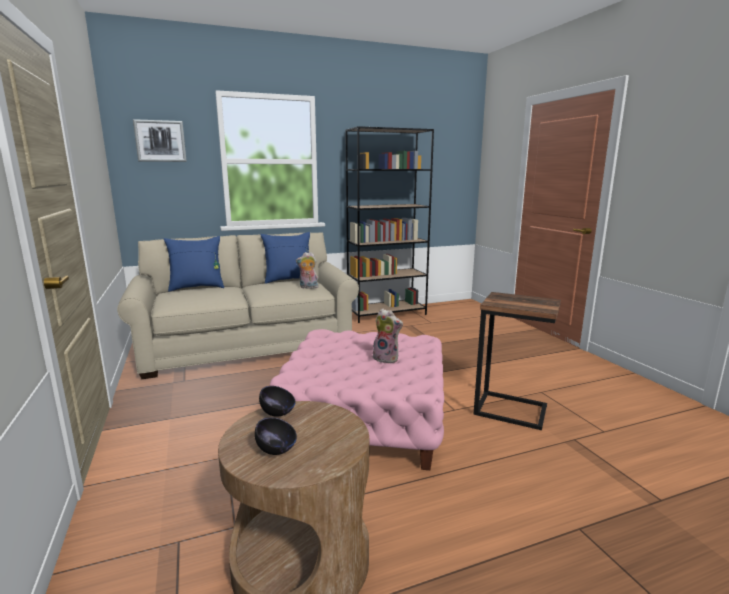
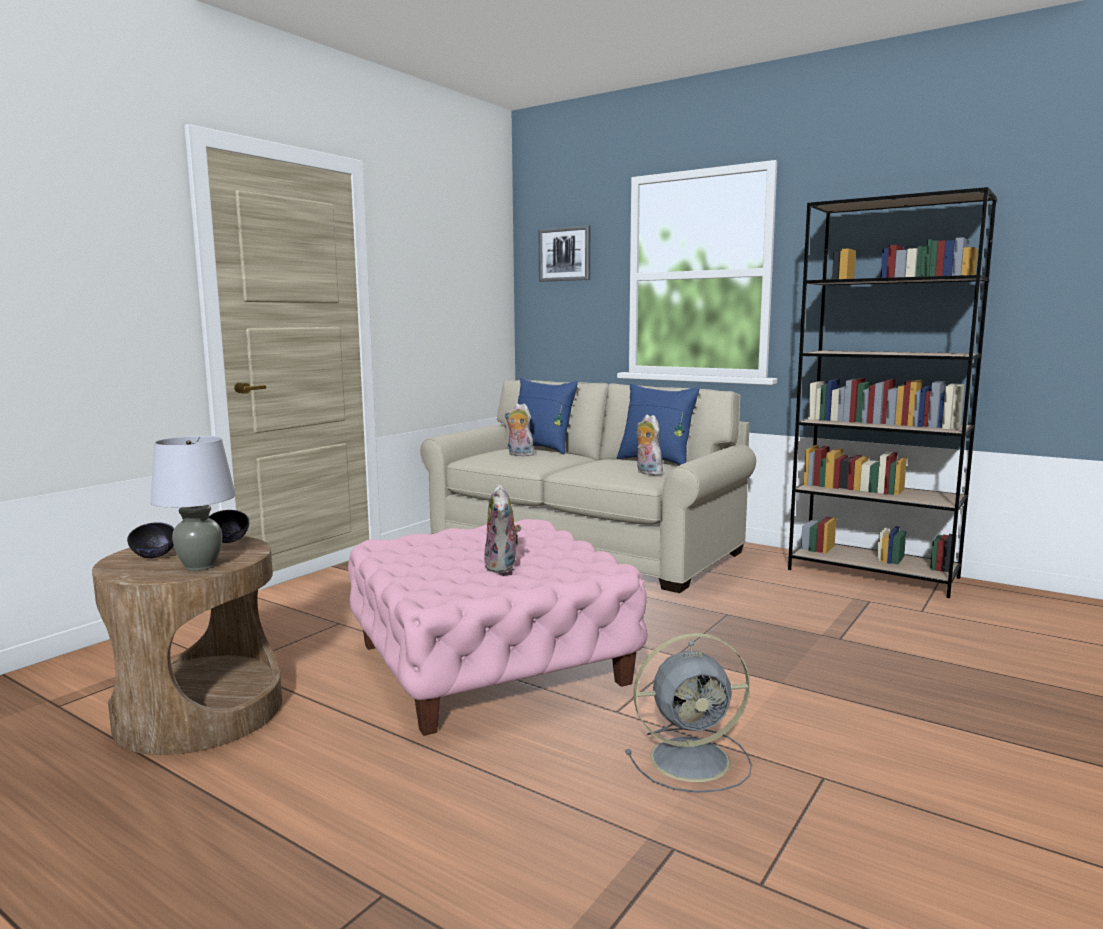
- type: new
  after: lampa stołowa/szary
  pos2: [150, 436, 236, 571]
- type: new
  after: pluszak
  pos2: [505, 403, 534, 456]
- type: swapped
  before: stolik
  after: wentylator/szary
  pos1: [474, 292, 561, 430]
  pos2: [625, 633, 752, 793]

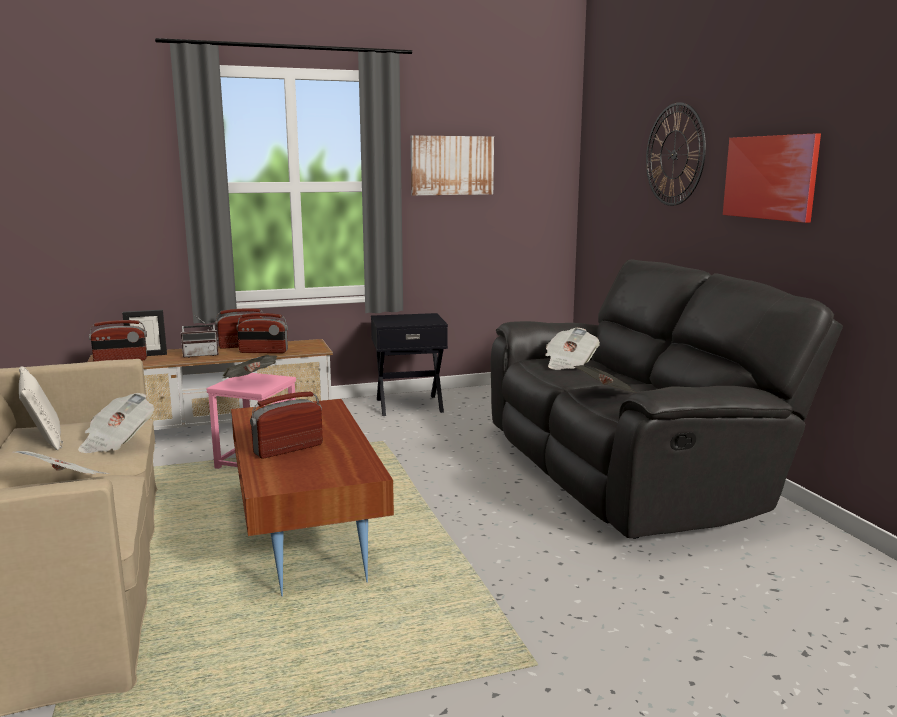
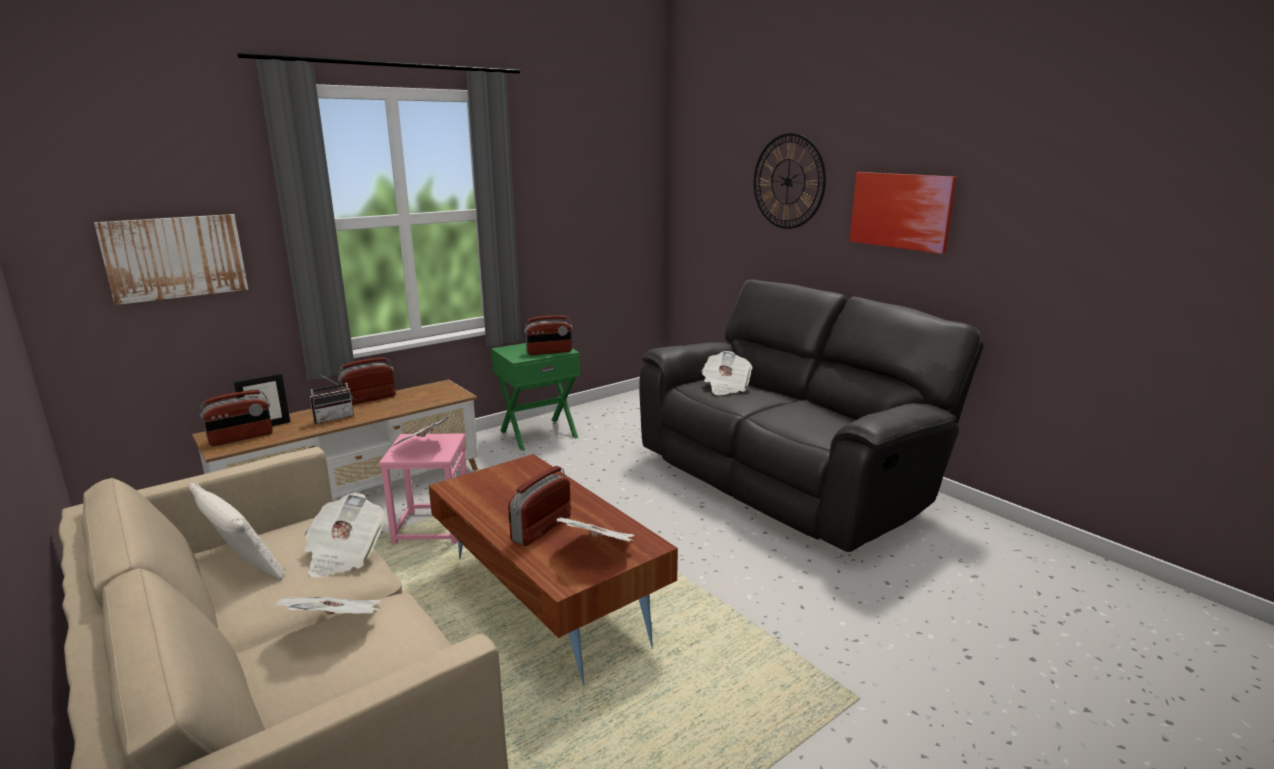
- type: shifted
  before: radio
  pos1: [236, 313, 288, 353]
  pos2: [524, 315, 572, 355]
- type: shifted
  before: obraz
  pos1: [411, 135, 494, 195]
  pos2: [94, 214, 248, 305]
- type: shifted
  before: gazeta
  pos1: [573, 365, 635, 392]
  pos2: [557, 518, 634, 542]
- type: repainted
  before: stolik/czarny
  after: stolik/zielony
  pos1: [371, 313, 448, 416]
  pos2: [491, 343, 580, 451]

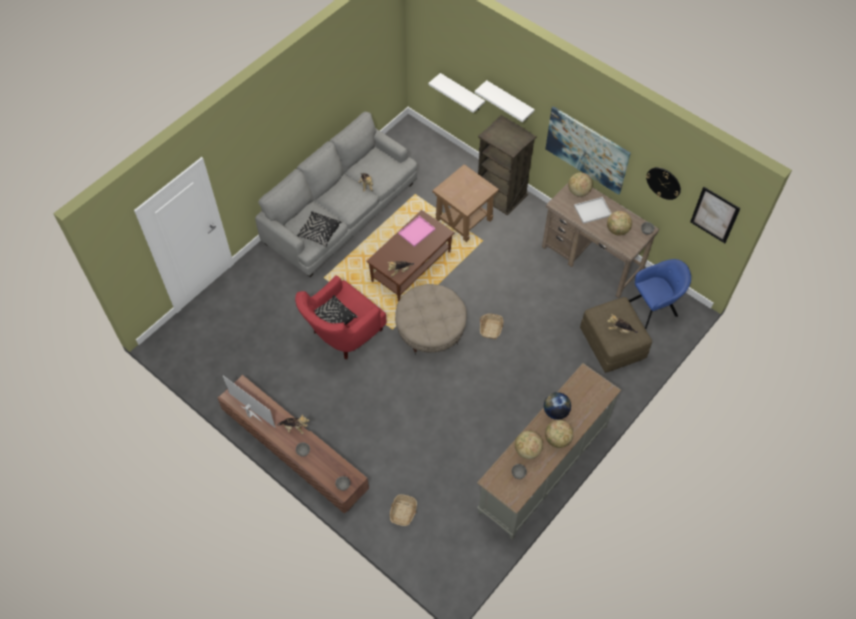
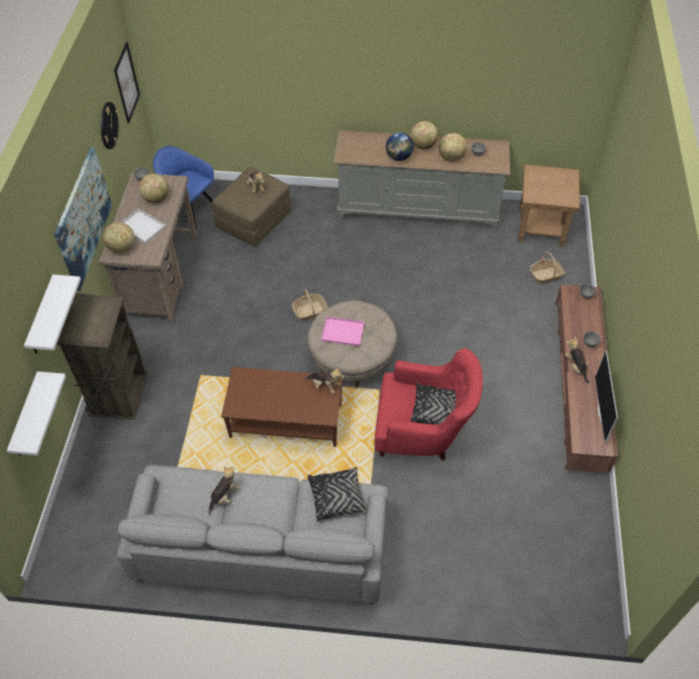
- type: shifted
  before: taca/różowy
  pos1: [398, 216, 435, 247]
  pos2: [321, 316, 365, 346]
- type: shifted
  before: stolik/brązowy
  pos1: [432, 164, 499, 242]
  pos2: [518, 164, 580, 247]

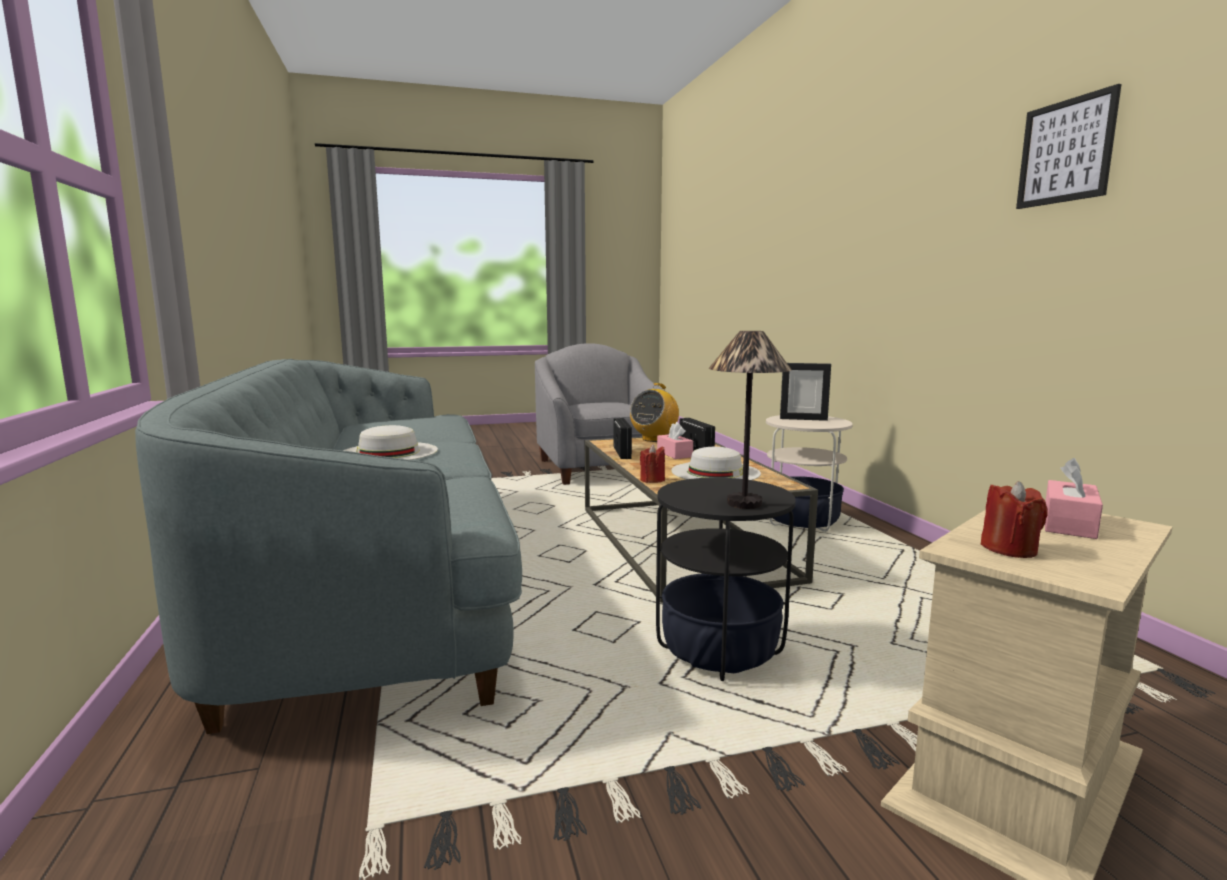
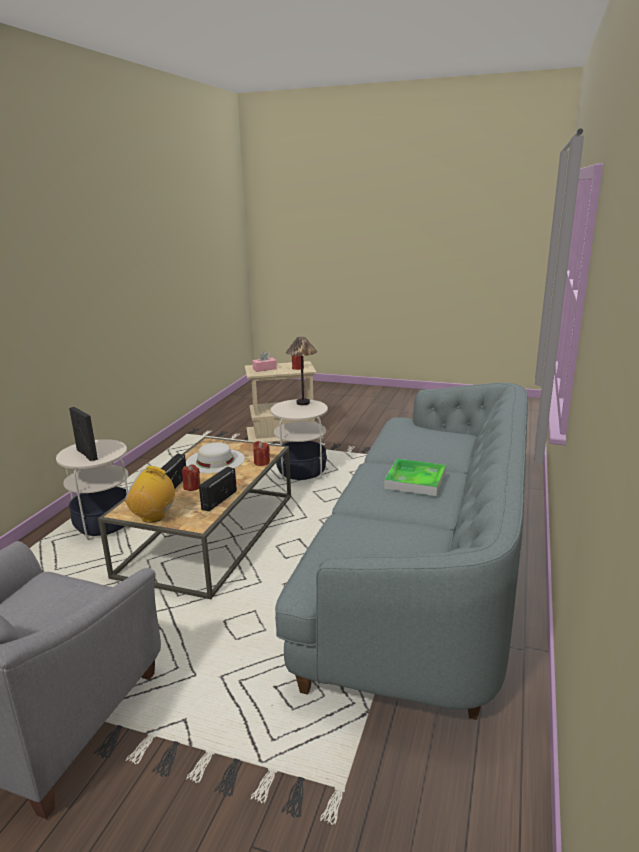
- type: gone
  before: obraz
  pos1: [1016, 84, 1122, 209]
- type: swapped
  before: kapelusz/biały
  after: taca
  pos1: [343, 425, 438, 460]
  pos2: [384, 459, 446, 496]
- type: swapped
  before: pudełko chusteczek/różowy
  after: świeca/czerwony
  pos1: [657, 422, 693, 459]
  pos2: [182, 464, 200, 491]
- type: repainted
  before: stolik/czarny
  after: stolik/beżowy
  pos1: [656, 478, 796, 681]
  pos2: [271, 399, 328, 481]
- type: rotated
  before: radio
  pos1: [630, 383, 679, 442]
  pos2: [125, 466, 177, 523]
  turn: -150

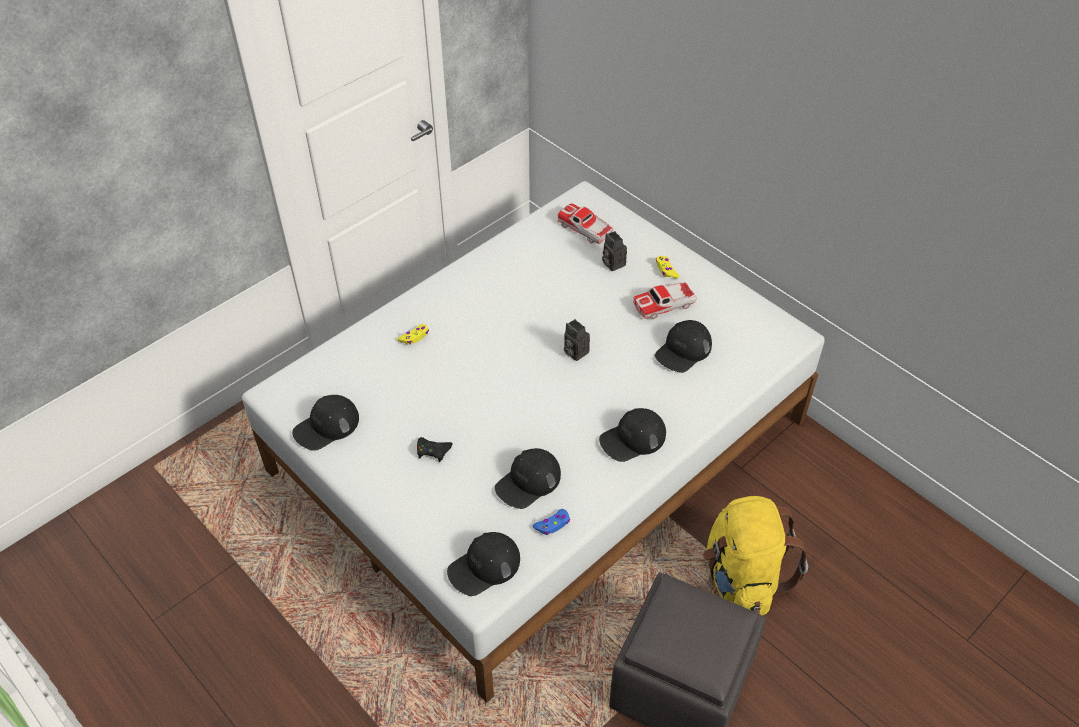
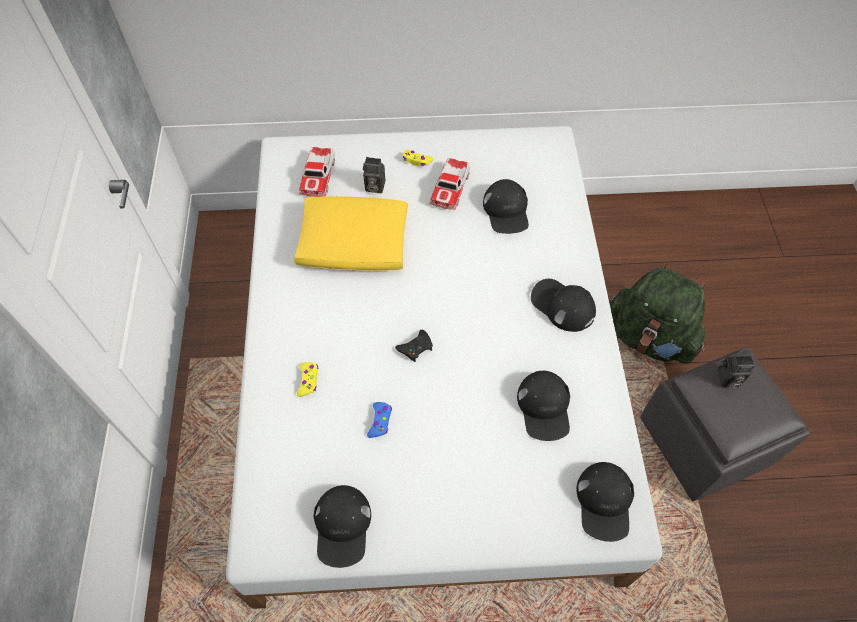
- type: new
  after: poduszka/żółty
  pos2: [294, 196, 408, 271]
- type: shifted
  before: pad do gier/czarny
  pos1: [417, 437, 452, 462]
  pos2: [395, 330, 433, 362]
- type: shifted
  before: pad do gier/niebieski
  pos1: [533, 509, 570, 535]
  pos2: [367, 402, 392, 438]
- type: shifted
  before: aparat fotograficzny
  pos1: [564, 319, 590, 361]
  pos2: [717, 356, 756, 388]
- type: repainted
  before: plecak/żółty
  after: plecak/zielony
  pos1: [703, 496, 808, 615]
  pos2: [610, 264, 706, 364]
- type: rotated
  before: samochodzik
  pos1: [557, 203, 614, 244]
  pos2: [299, 147, 335, 197]
  turn: -75
- type: rotated
  before: czapka z daszkiem/czarny
  pos1: [599, 408, 666, 462]
  pos2: [531, 279, 596, 332]
  turn: 120

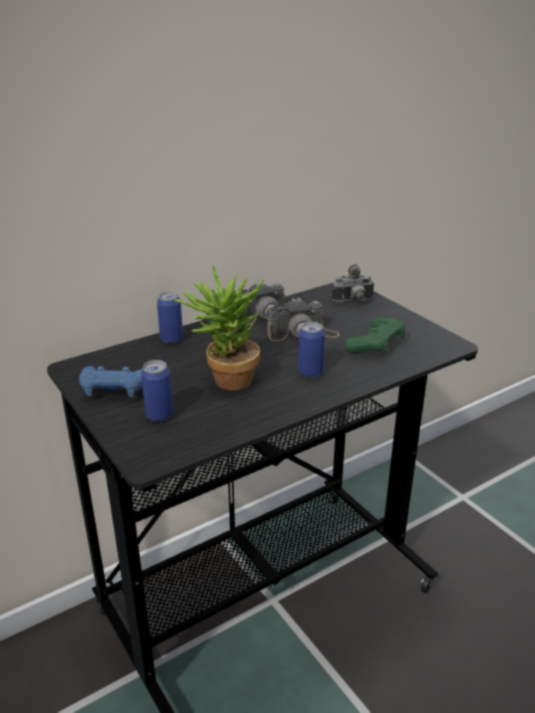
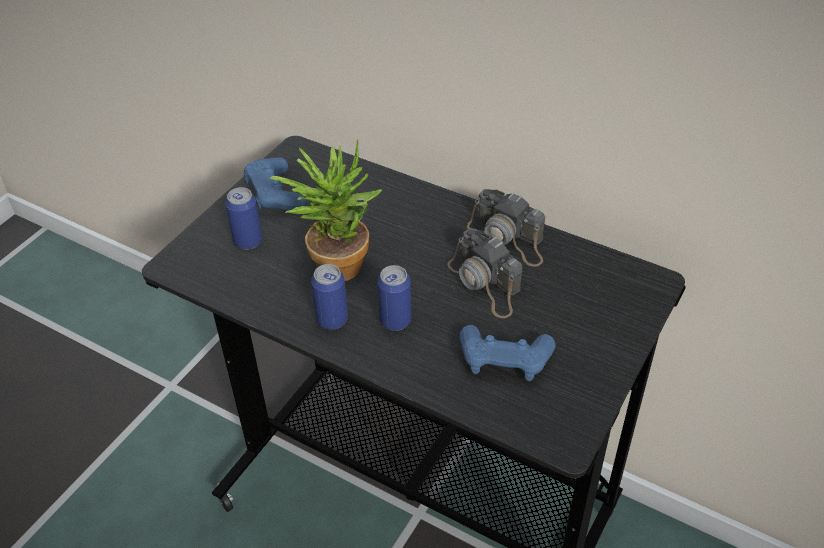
- type: gone
  before: aparat fotograficzny
  pos1: [332, 264, 375, 302]
- type: shifted
  before: puszka
  pos1: [157, 291, 183, 343]
  pos2: [311, 264, 348, 330]
- type: repainted
  before: pad do gier/zielony
  after: pad do gier/niebieski
  pos1: [345, 318, 406, 354]
  pos2: [460, 325, 555, 381]

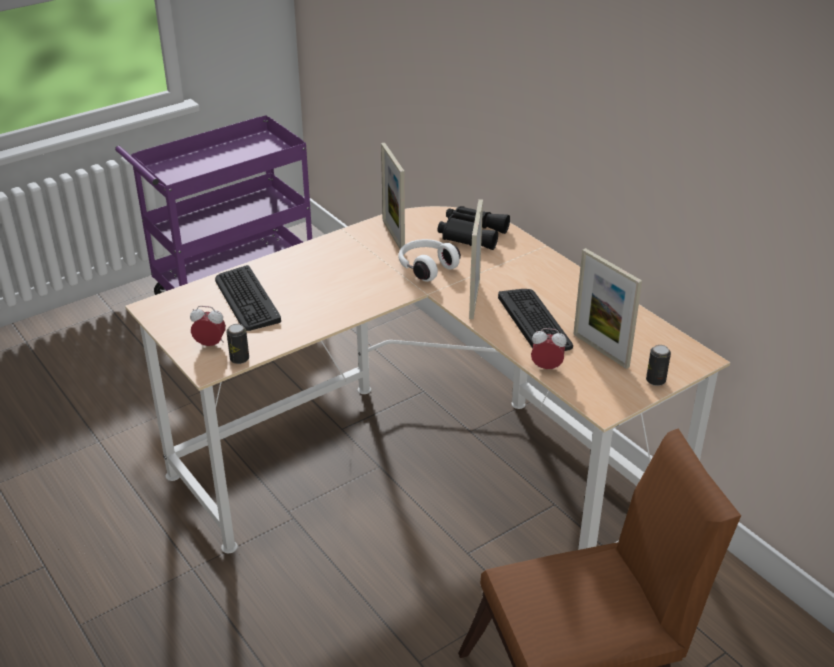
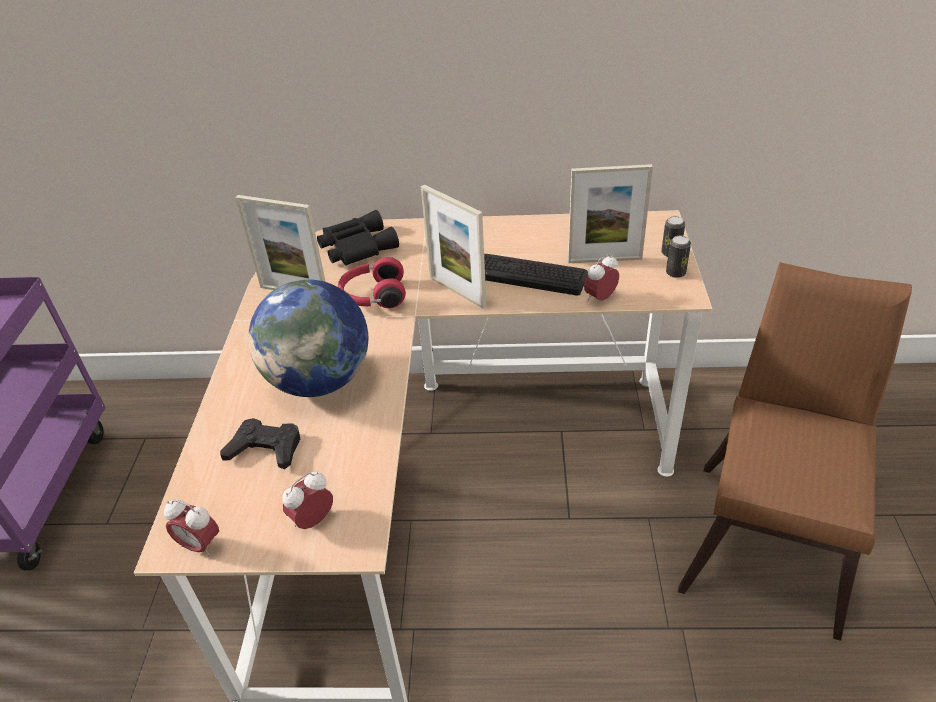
- type: new
  after: budzik
  pos2: [164, 499, 219, 557]
- type: new
  after: globus
  pos2: [248, 279, 368, 397]
- type: shifted
  before: puszka
  pos1: [226, 324, 249, 364]
  pos2: [666, 236, 691, 278]
- type: swapped
  before: klawiatura
  after: pad do gier/czarny
  pos1: [215, 265, 281, 331]
  pos2: [220, 418, 300, 469]
- type: repainted
  before: słuchawki/biały
  after: słuchawki/czerwony
  pos1: [398, 239, 461, 282]
  pos2: [338, 257, 406, 308]

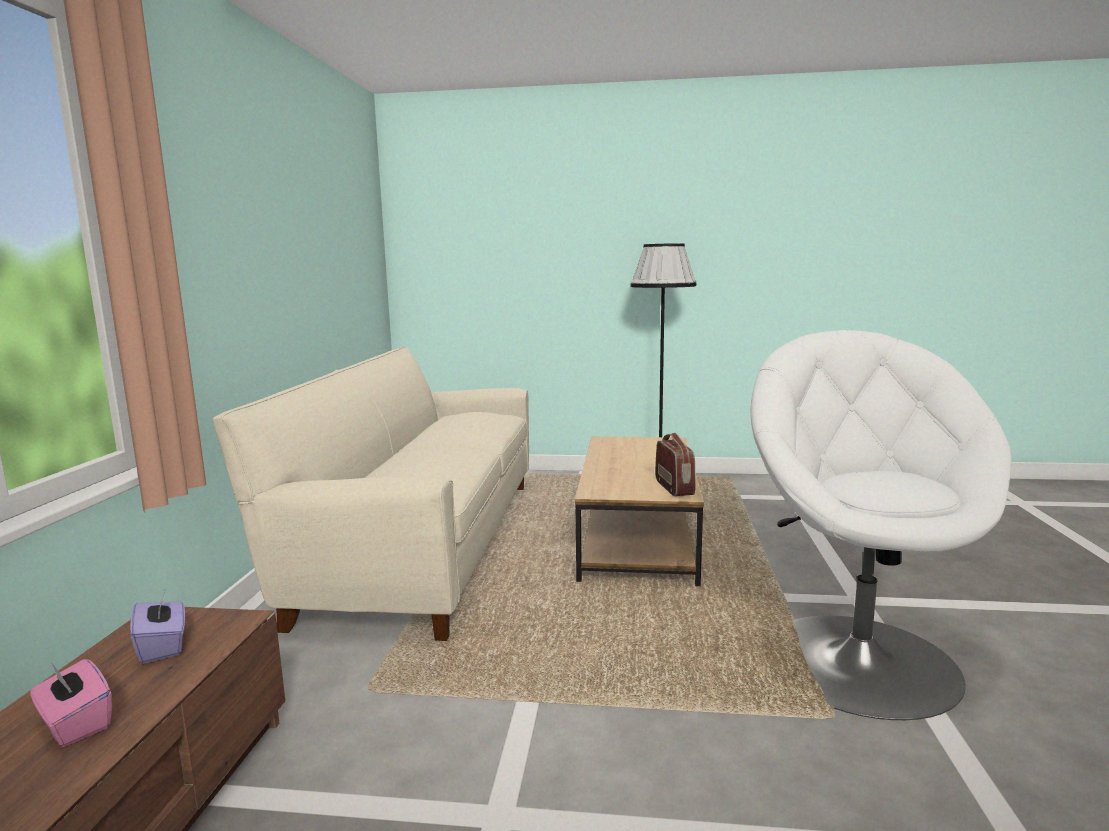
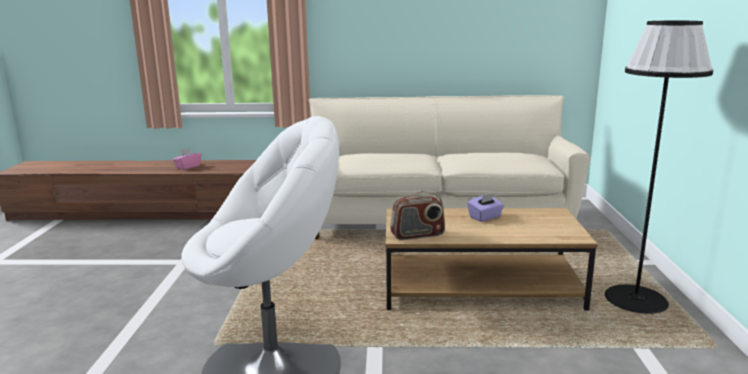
- type: shifted
  before: pudełko chusteczek/fioletowy
  pos1: [130, 591, 185, 664]
  pos2: [467, 193, 504, 222]

